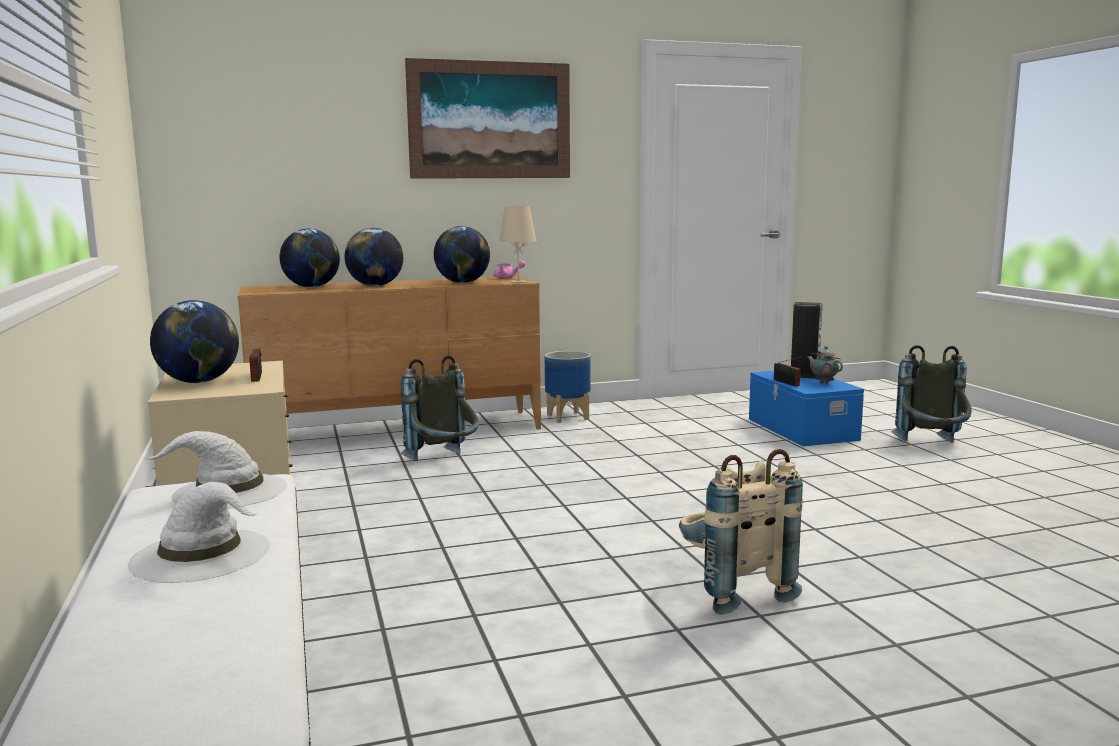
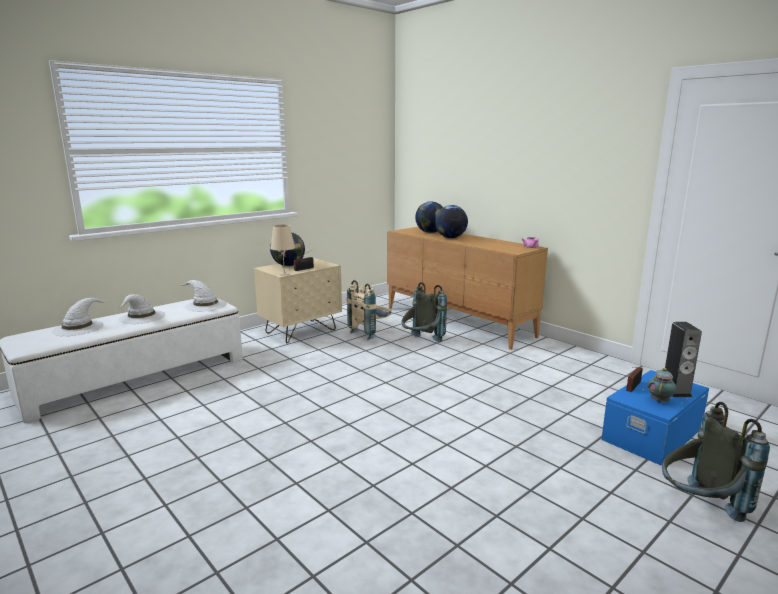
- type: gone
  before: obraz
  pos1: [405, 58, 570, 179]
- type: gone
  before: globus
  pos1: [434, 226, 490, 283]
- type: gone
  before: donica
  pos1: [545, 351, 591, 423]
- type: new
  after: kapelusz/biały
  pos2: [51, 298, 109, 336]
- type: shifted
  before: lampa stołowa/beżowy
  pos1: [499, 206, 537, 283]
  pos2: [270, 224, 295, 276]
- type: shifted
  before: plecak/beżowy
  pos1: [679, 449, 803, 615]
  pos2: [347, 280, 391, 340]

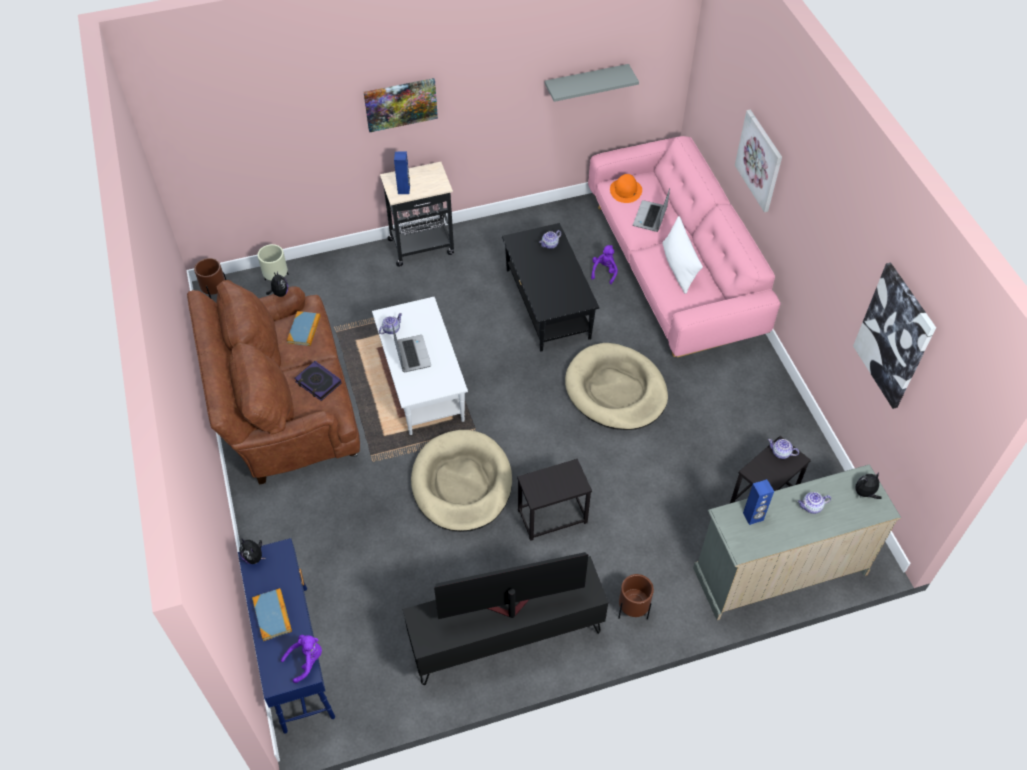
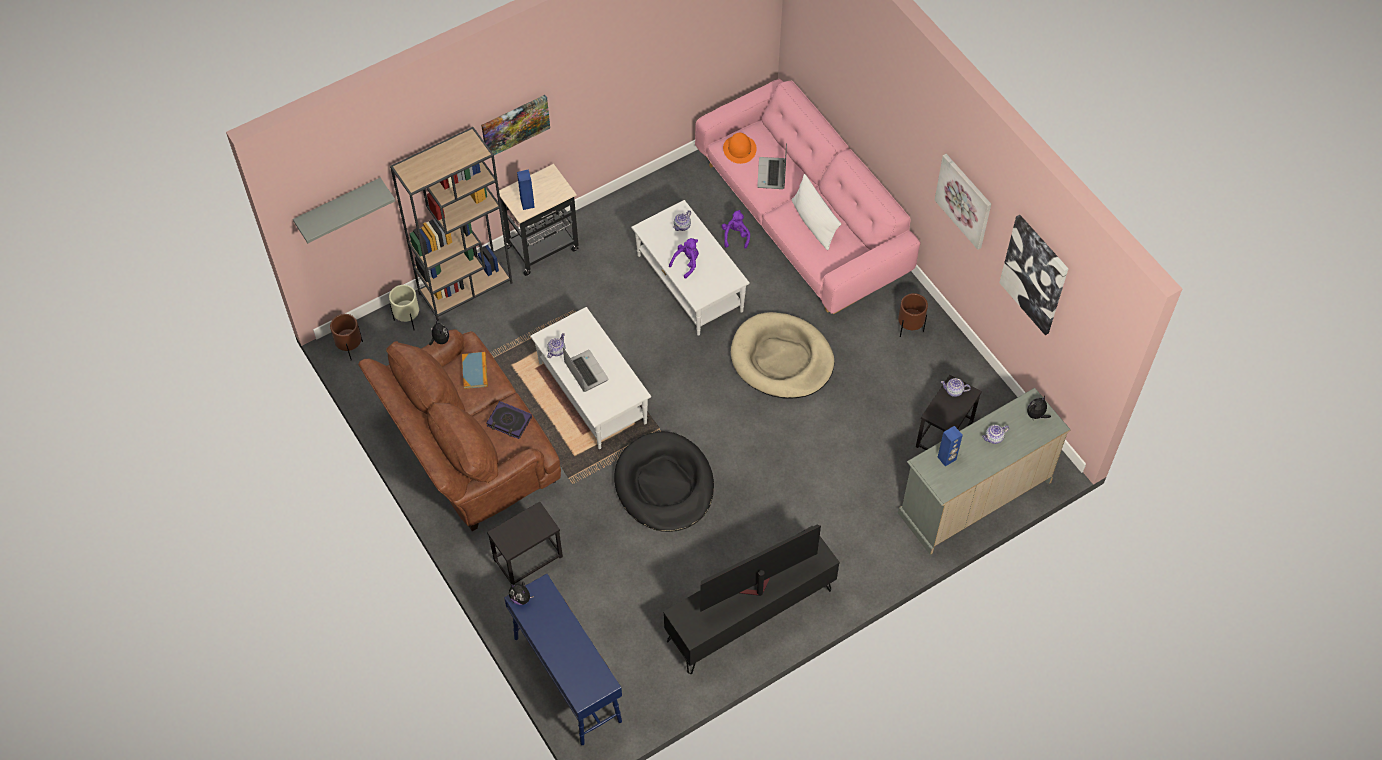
- type: gone
  before: książka
  pos1: [252, 588, 292, 641]
- type: new
  after: regał
  pos2: [390, 127, 512, 321]
- type: shifted
  before: pluszak/fioletowy
  pos1: [281, 635, 322, 683]
  pos2: [669, 238, 699, 278]
- type: shifted
  before: stolik/czarny
  pos1: [517, 459, 592, 541]
  pos2: [487, 502, 563, 585]
- type: shifted
  before: półka/szary
  pos1: [545, 64, 639, 102]
  pos2: [293, 178, 395, 243]
- type: shifted
  before: donica/brązowy
  pos1: [618, 574, 654, 619]
  pos2: [898, 293, 928, 337]
- type: shifted
  before: obraz
  pos1: [735, 110, 782, 212]
  pos2: [935, 154, 991, 250]
- type: repainted
  before: legowisko/beżowy
  after: legowisko/czarny
  pos1: [411, 430, 512, 532]
  pos2: [614, 432, 714, 532]
- type: repainted
  before: ława/czarny
  after: ława/biały
  pos1: [502, 223, 599, 352]
  pos2: [631, 200, 750, 336]

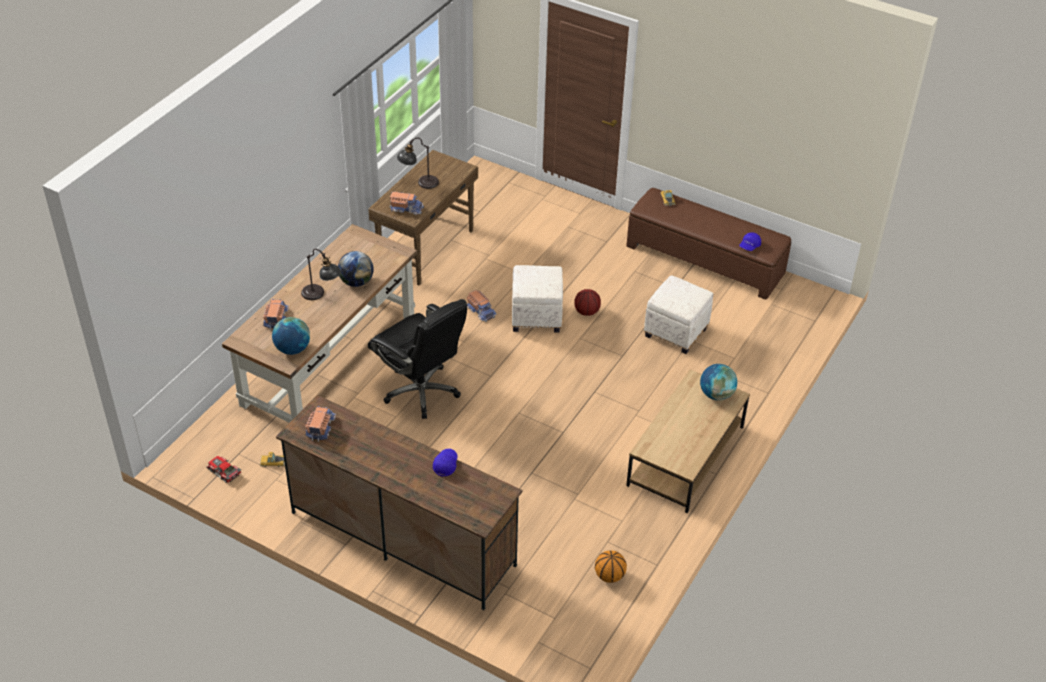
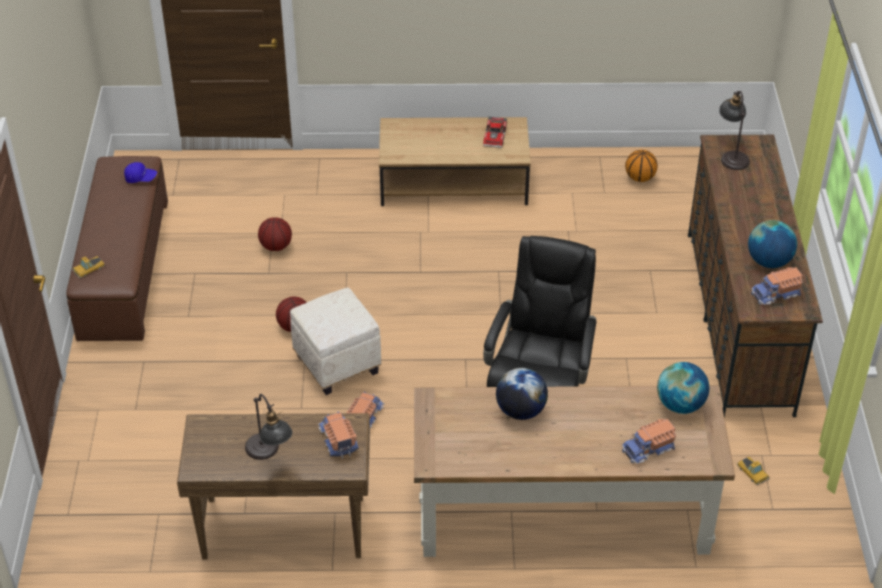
- type: gone
  before: czapka z daszkiem/niebieski
  pos1: [433, 448, 458, 477]
- type: shifted
  before: samochodzik
  pos1: [206, 456, 241, 483]
  pos2: [483, 117, 507, 148]
- type: shifted
  before: lampa stołowa/szary
  pos1: [301, 249, 341, 300]
  pos2: [719, 91, 750, 170]
- type: shifted
  before: globus
  pos1: [700, 364, 737, 401]
  pos2: [748, 220, 797, 268]
- type: swapped
  before: pufa/biały
  after: piłka do koszykówki
  pos1: [644, 275, 713, 354]
  pos2: [258, 217, 292, 251]

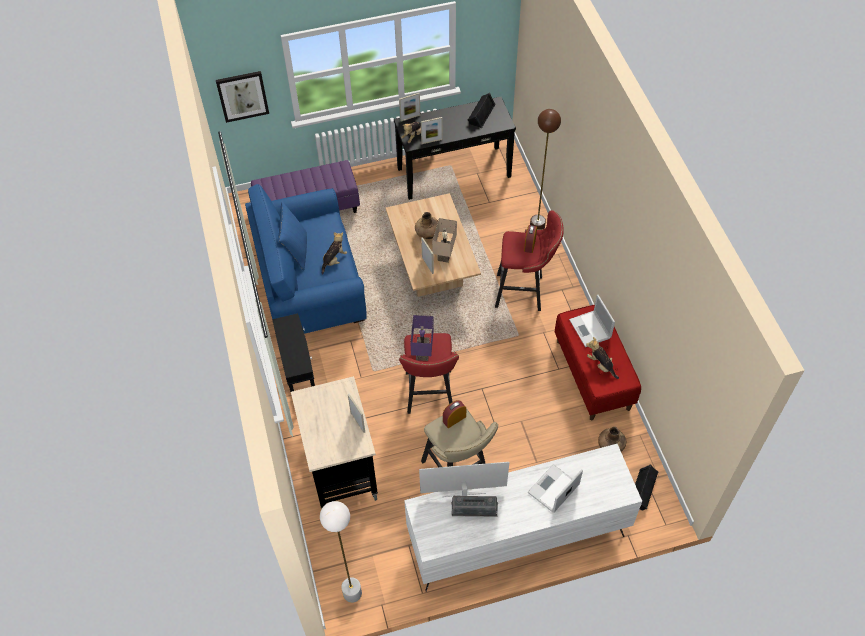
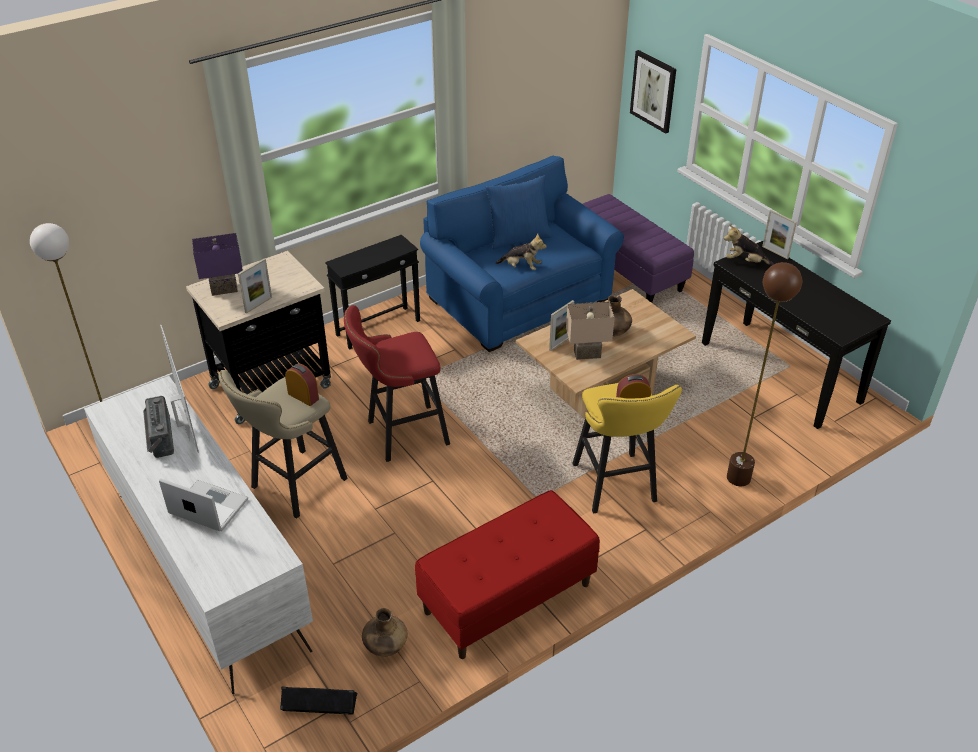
- type: gone
  before: ramka na zdjęcie
  pos1: [421, 117, 443, 144]
- type: gone
  before: głośnik/czarny
  pos1: [468, 93, 496, 128]
- type: gone
  before: laptop
  pos1: [569, 295, 615, 347]
- type: gone
  before: pluszak
  pos1: [586, 337, 619, 379]
- type: shifted
  before: lampa stołowa/fioletowy
  pos1: [410, 315, 434, 361]
  pos2: [192, 233, 243, 296]
- type: repainted
  before: stołek/czerwony
  after: stołek/żółty
  pos1: [495, 210, 564, 311]
  pos2: [572, 383, 682, 514]

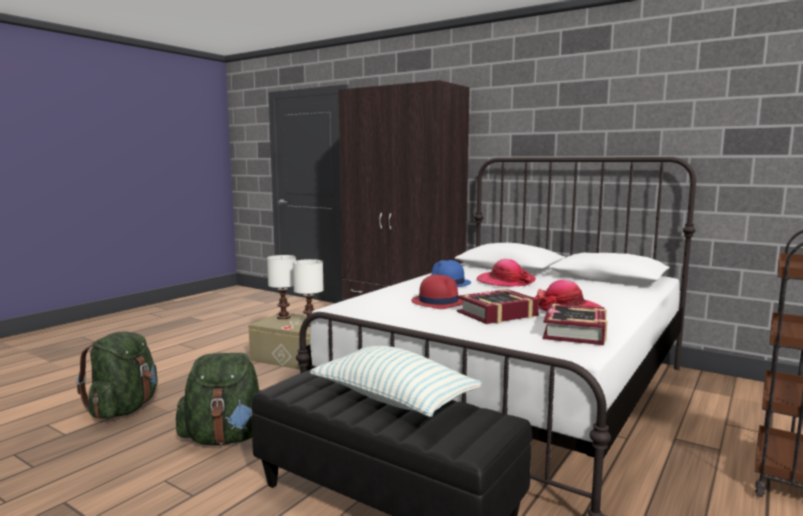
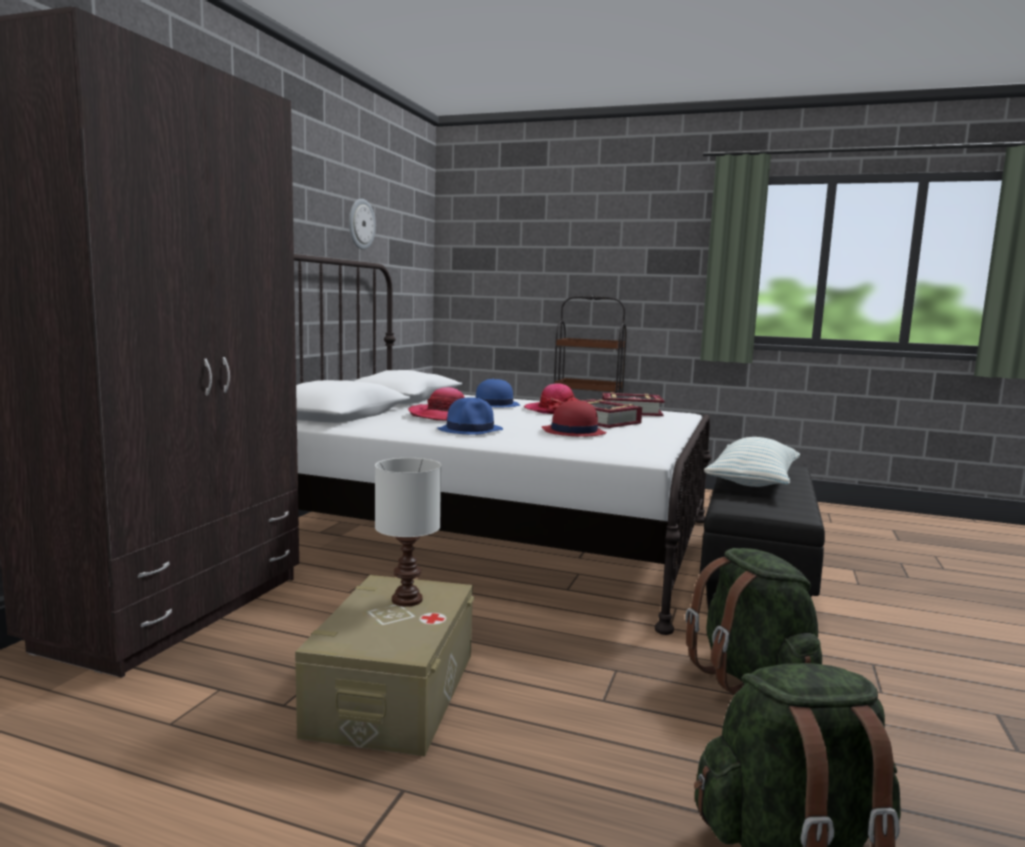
- type: gone
  before: lampa stołowa/biały
  pos1: [267, 255, 296, 319]
- type: new
  after: zegar ścienny
  pos2: [349, 199, 376, 250]
- type: new
  after: kapelusz/niebieski
  pos2: [475, 379, 520, 407]

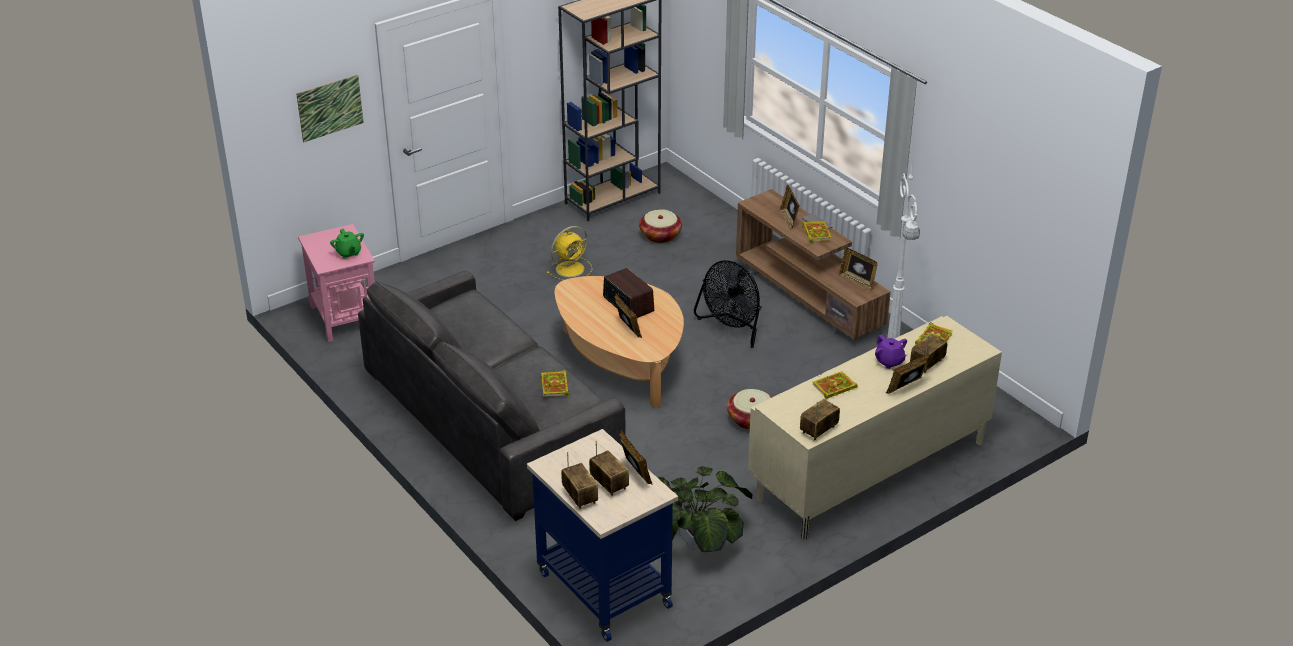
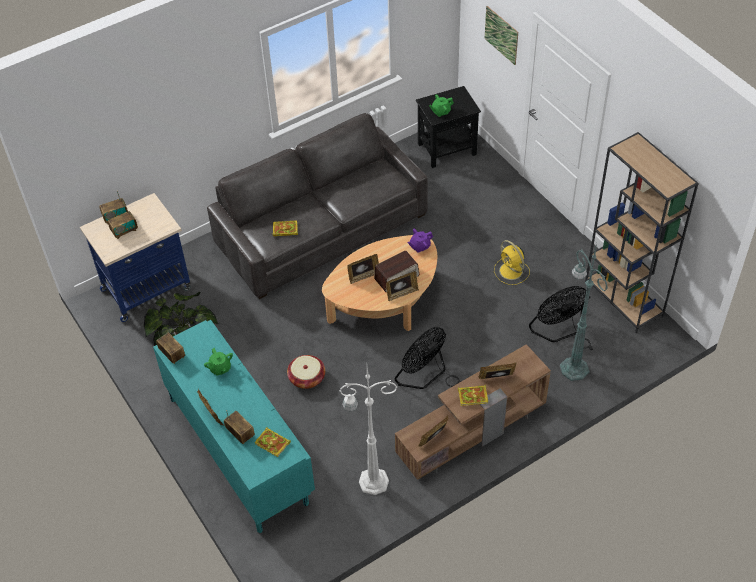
- type: new
  after: lampa stojąca/zielony
  pos2: [560, 243, 608, 381]
- type: shifted
  before: ramka na zdjęcie
  pos1: [619, 430, 652, 485]
  pos2: [386, 271, 419, 301]
- type: shifted
  before: imbryk/fioletowy
  pos1: [875, 335, 907, 369]
  pos2: [407, 229, 433, 253]
- type: swapped
  before: koszyk
  after: wentylator/czarny
  pos1: [639, 209, 682, 243]
  pos2: [529, 286, 593, 350]
- type: swapped
  before: książka
  after: imbryk/zielony
  pos1: [812, 371, 858, 399]
  pos2: [204, 348, 233, 376]
- type: repainted
  before: stolik/różowy
  after: stolik/czarny
  pos1: [298, 224, 375, 342]
  pos2: [416, 86, 481, 168]
- type: repainted
  before: szafka/beżowy
  after: szafka/turkusowy
  pos1: [748, 316, 1002, 540]
  pos2: [153, 320, 315, 533]

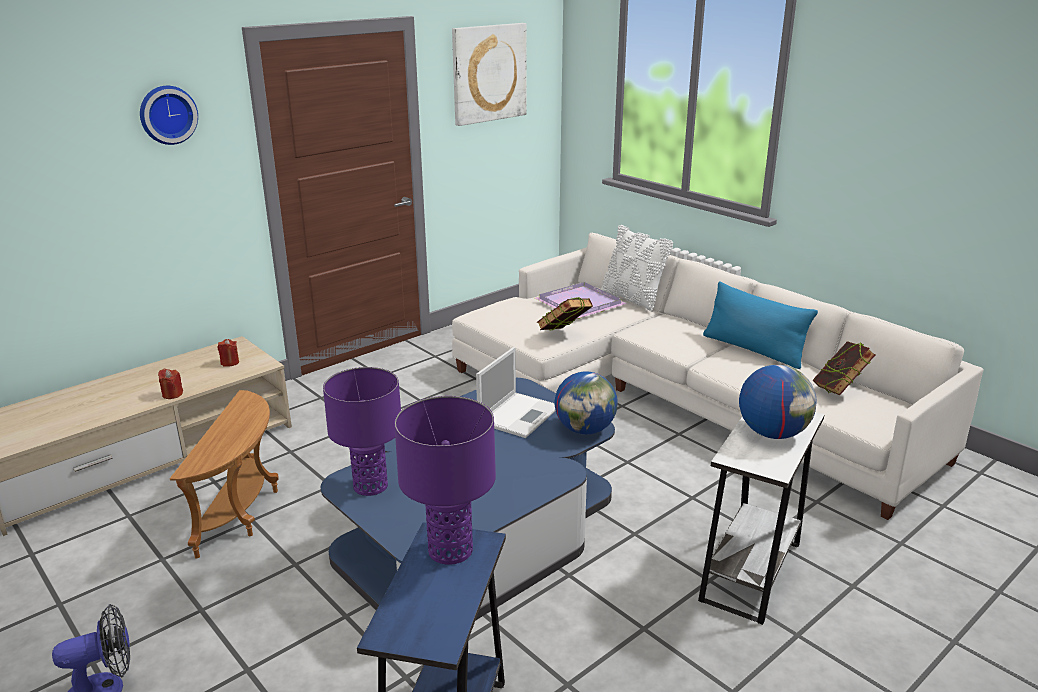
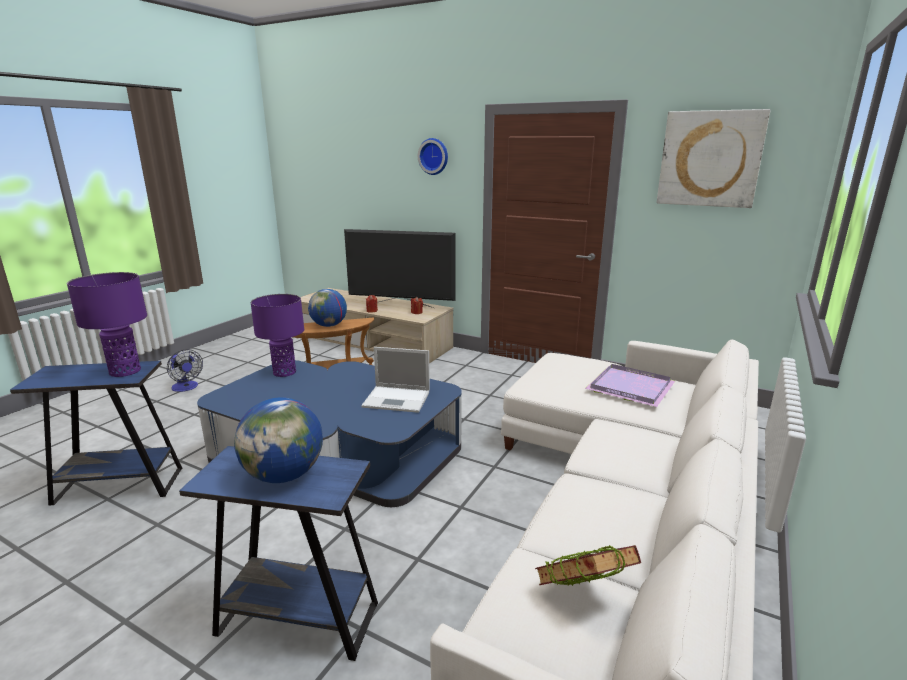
- type: gone
  before: książka
  pos1: [537, 297, 593, 330]
- type: gone
  before: poduszka/biały
  pos1: [601, 225, 673, 312]
- type: gone
  before: poduszka/niebieski
  pos1: [703, 281, 818, 369]
- type: new
  after: telewizor
  pos2: [344, 229, 456, 308]
- type: shifted
  before: globus
  pos1: [554, 371, 618, 435]
  pos2: [308, 289, 347, 327]
- type: repainted
  before: stolik/biały
  after: stolik/niebieski
  pos1: [698, 412, 825, 625]
  pos2: [179, 446, 378, 661]

